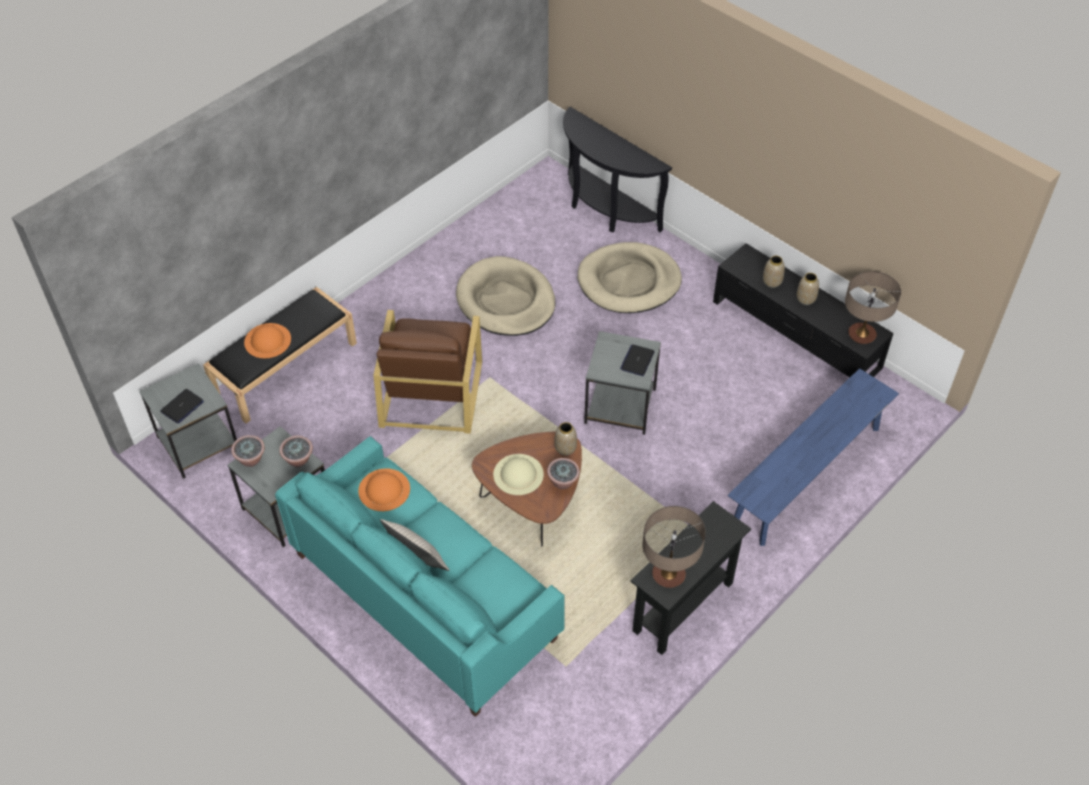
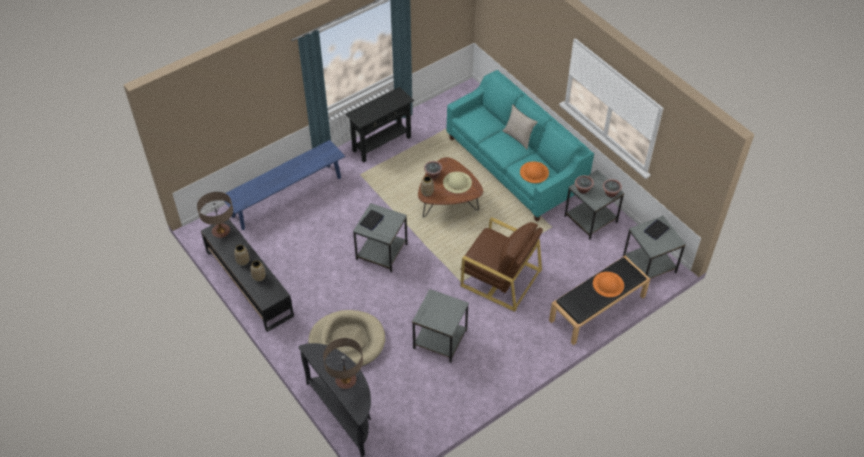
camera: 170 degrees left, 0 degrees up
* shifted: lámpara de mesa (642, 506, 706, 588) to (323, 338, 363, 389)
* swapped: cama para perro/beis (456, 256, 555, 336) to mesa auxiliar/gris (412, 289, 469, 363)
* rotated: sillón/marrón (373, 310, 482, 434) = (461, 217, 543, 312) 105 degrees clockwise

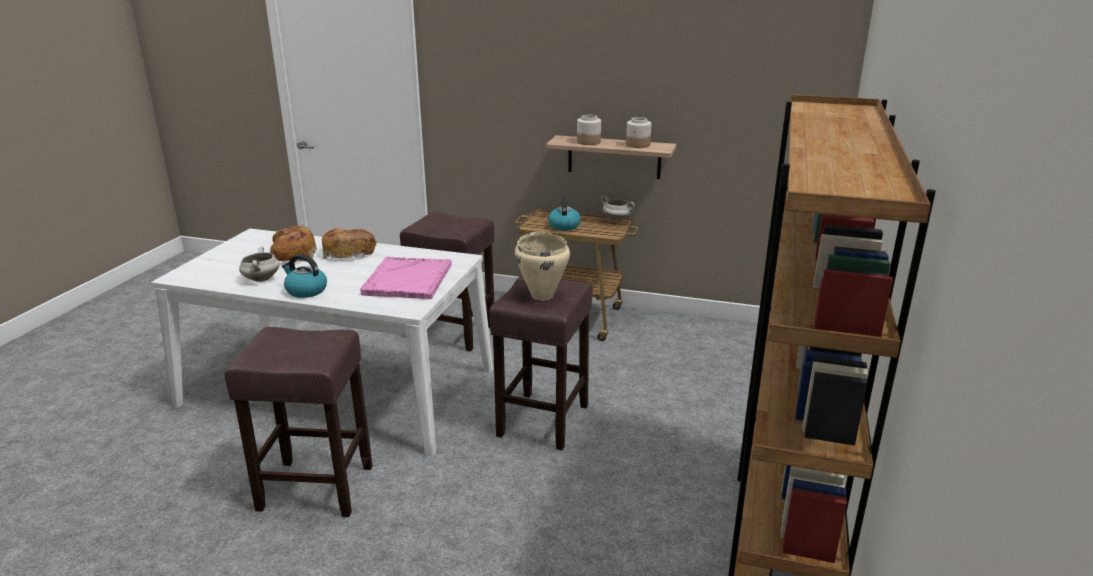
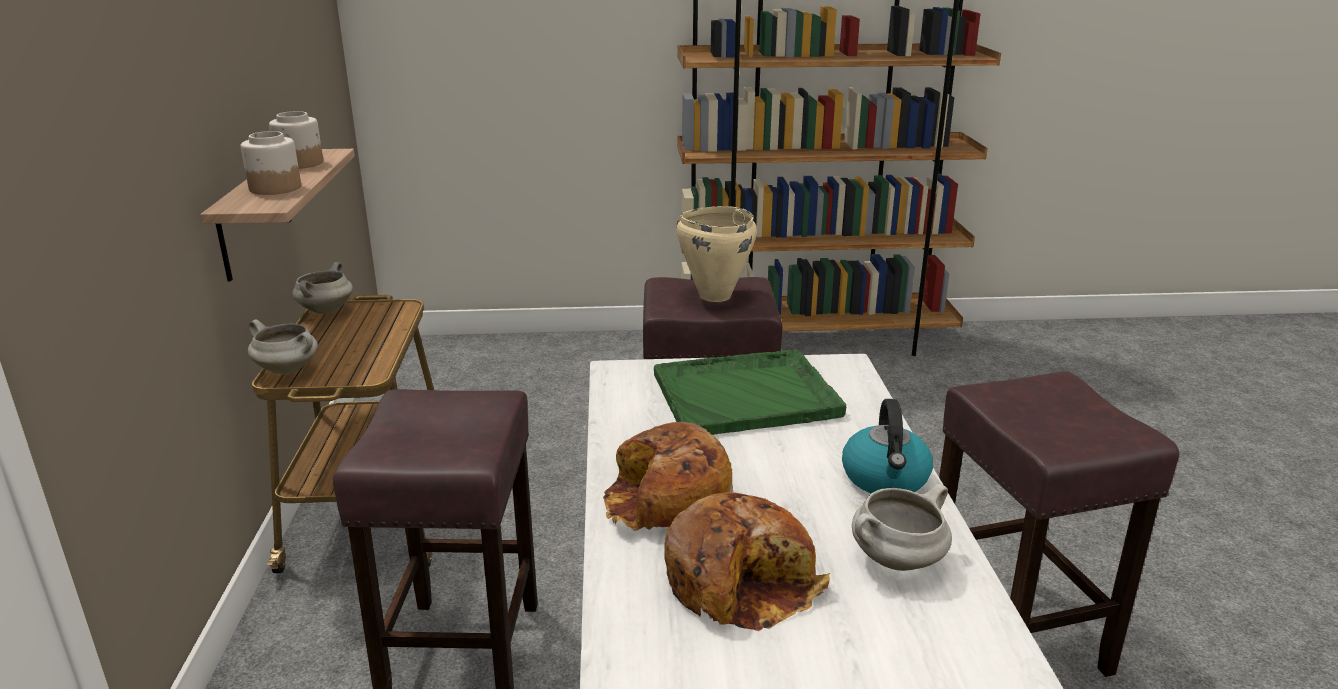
camera: 110 degrees left, 0 degrees up
* gone: hervidor (548, 196, 581, 231)
* new: olla/blanco (248, 319, 318, 374)
* repainted: bandeja/rosa (360, 257, 452, 299) to bandeja/verde (654, 349, 846, 435)

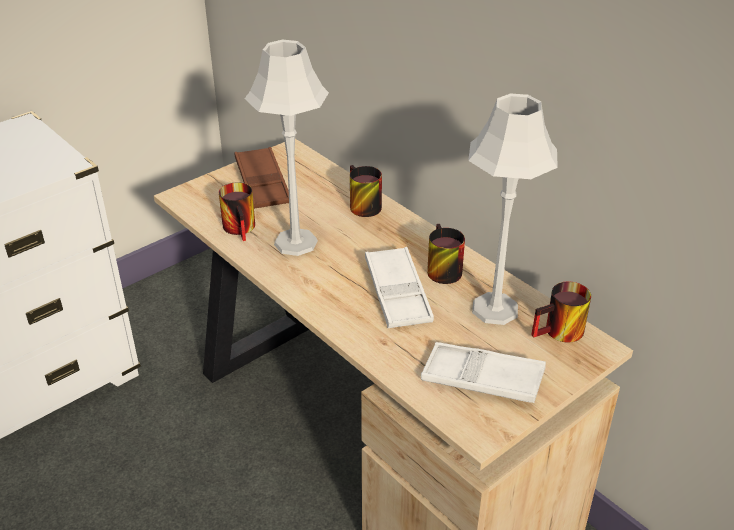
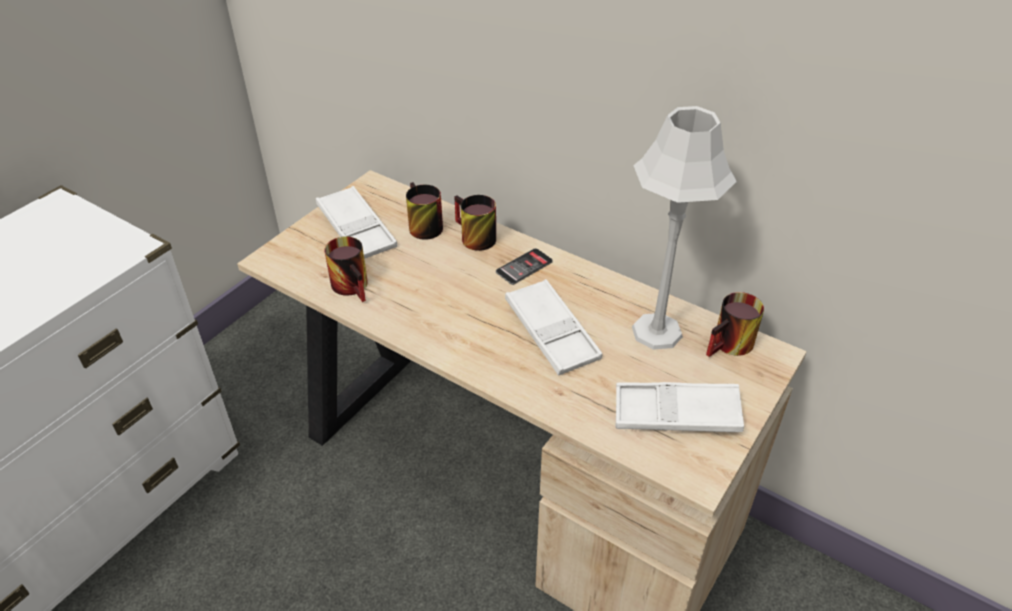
camera: 15 degrees left, 5 degrees up
* gone: lámpara de mesa/gris (245, 39, 329, 256)
* new: móvil (496, 248, 553, 285)
* shifted: taza grande (427, 224, 465, 284) to (406, 182, 443, 240)
* repainted: bandeja/marrón (235, 147, 289, 209) to bandeja/blanco (316, 186, 397, 259)

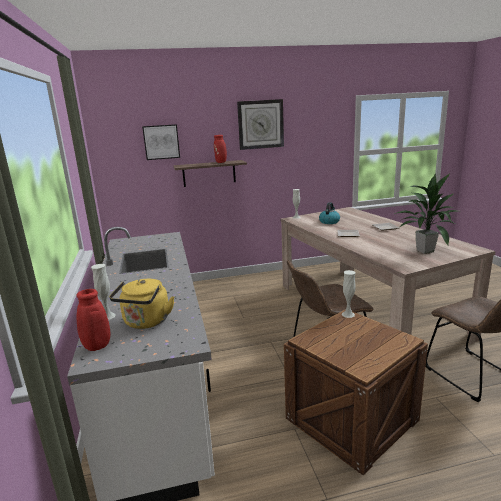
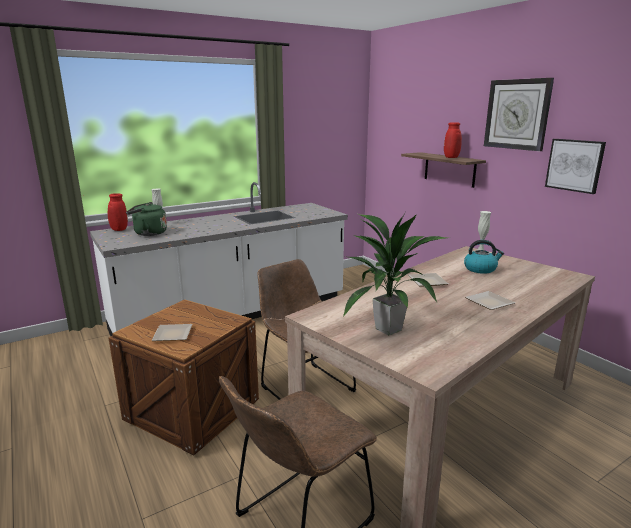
camera: 70 degrees right, 0 degrees up
* gone: florero/blanco (341, 270, 355, 318)
* new: plato (151, 324, 192, 341)
* shifted: cuadro (142, 124, 180, 160) to (545, 139, 606, 194)
* repainted: hervidor/amarillo (109, 279, 174, 329) to hervidor/verde (126, 202, 167, 236)

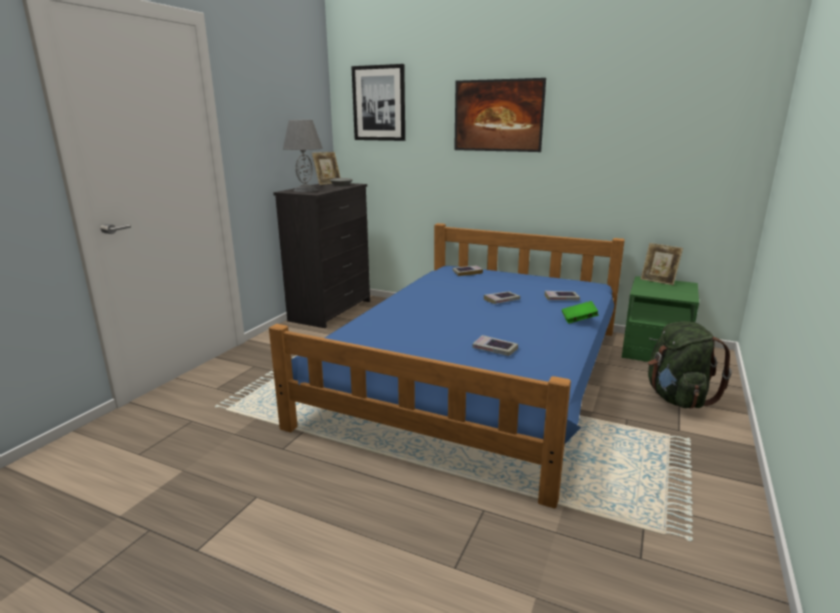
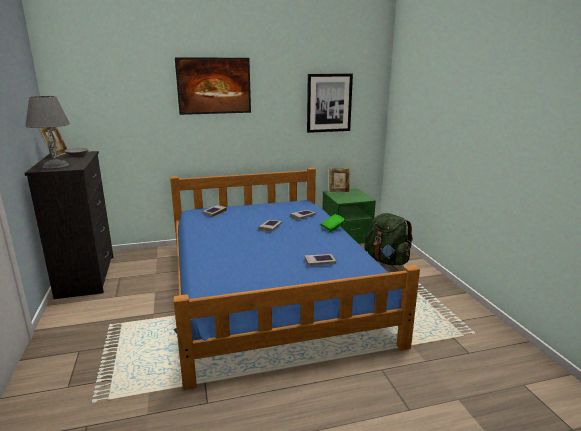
camera: 40 degrees left, 0 degrees up
* shifted: cuadro (351, 64, 405, 141) to (307, 74, 353, 133)

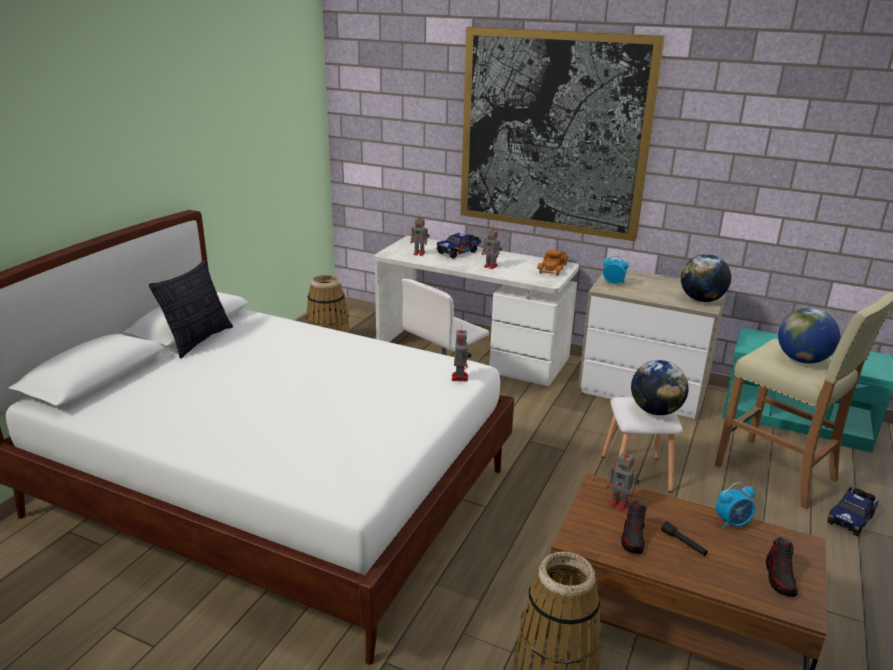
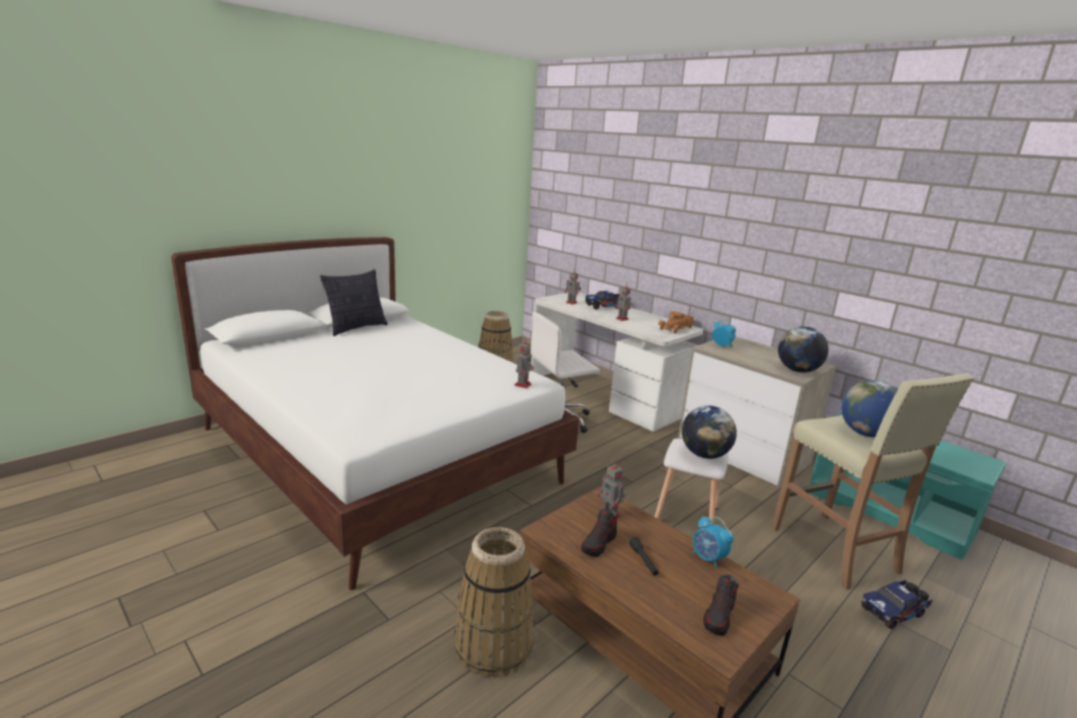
camera: 20 degrees right, 5 degrees down
* gone: cuadro (460, 27, 665, 241)
* rotated: despertador (716, 482, 755, 529) = (692, 516, 734, 568) 45 degrees clockwise

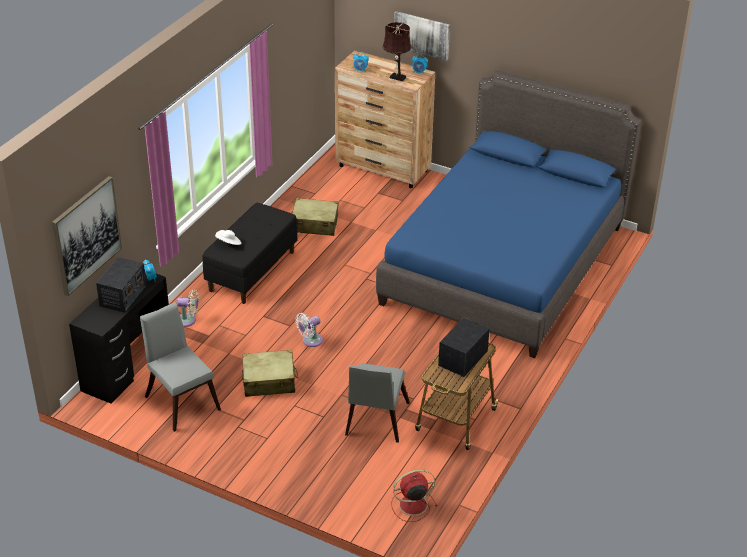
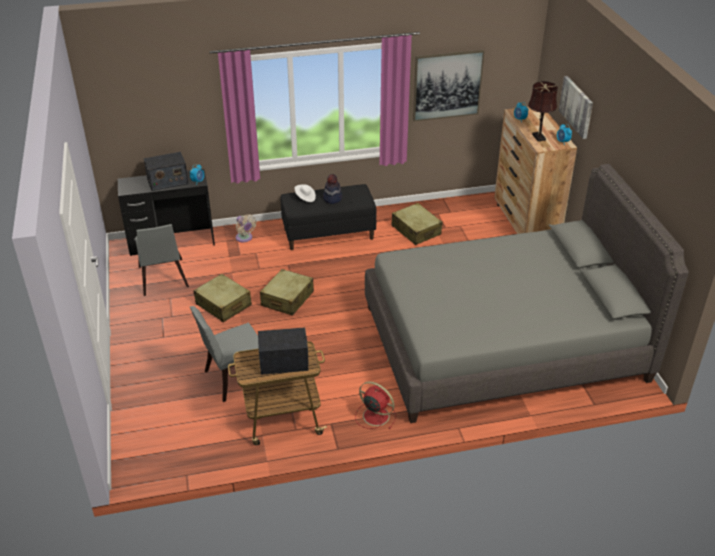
camera: 50 degrees right, 0 degrees up
* new: sombrero (323, 174, 342, 204)
* shifted: cuadro (52, 176, 122, 296) to (413, 50, 484, 121)
* shifted: ventilador/rojo (391, 469, 437, 522) to (355, 381, 396, 429)
* swapped: ventilador/blanco (295, 313, 323, 347) to maleta/beis (260, 269, 314, 315)
* repainted: cama/azul (376, 71, 641, 358) to cama/gris (365, 164, 689, 423)
* rotated: silla/gris (140, 302, 221, 432) = (135, 224, 189, 296) 150 degrees clockwise

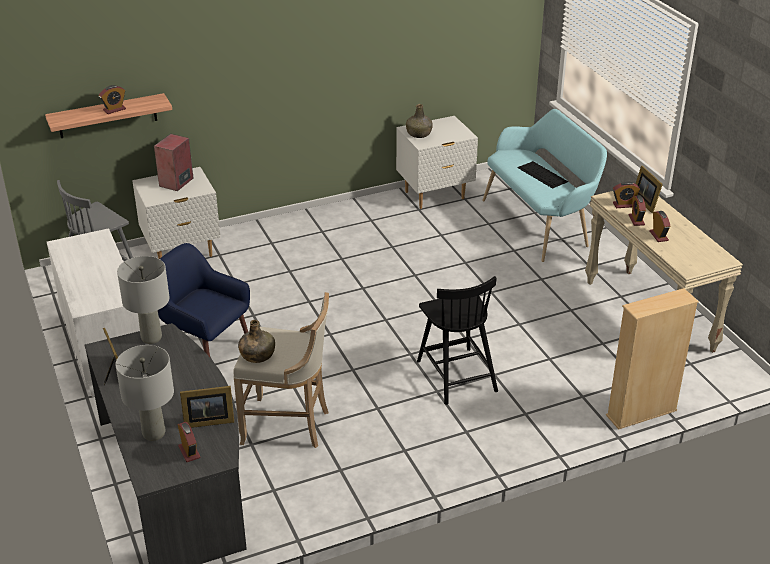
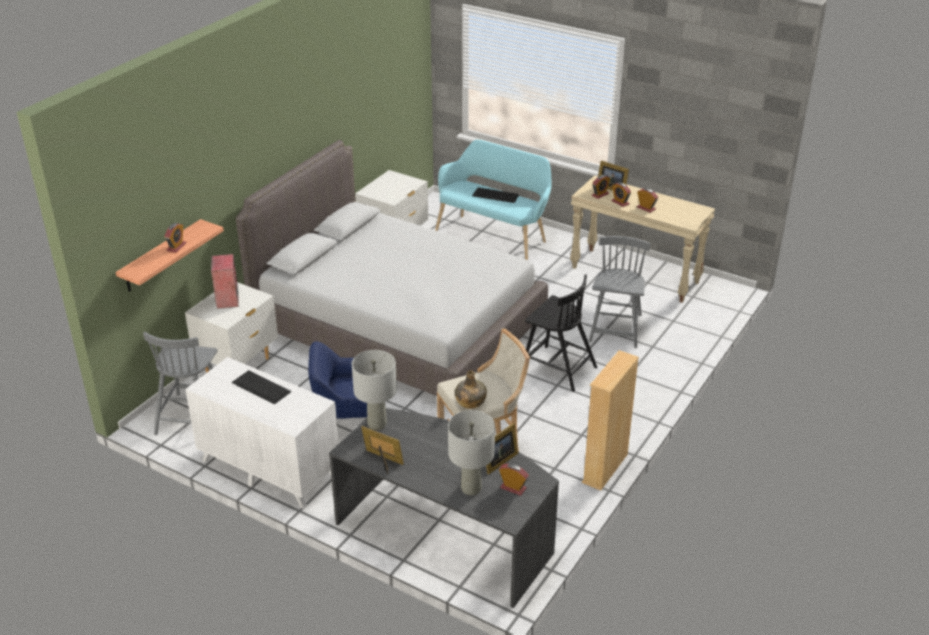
camera: 35 degrees left, 0 degrees up
* gone: botella/verde (406, 104, 433, 138)
* new: teclado (231, 370, 292, 405)
* new: cama/gris (236, 140, 548, 396)
* new: silla/gris (589, 236, 650, 348)
* shifted: estantería/beis (606, 288, 699, 430) to (582, 350, 639, 490)

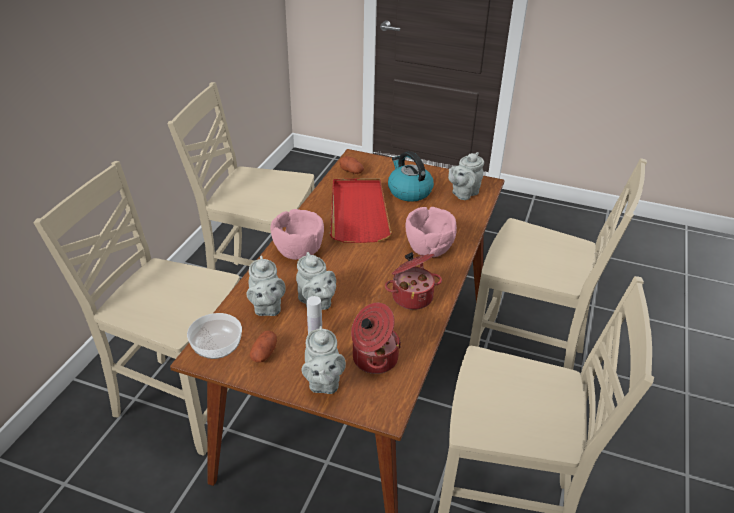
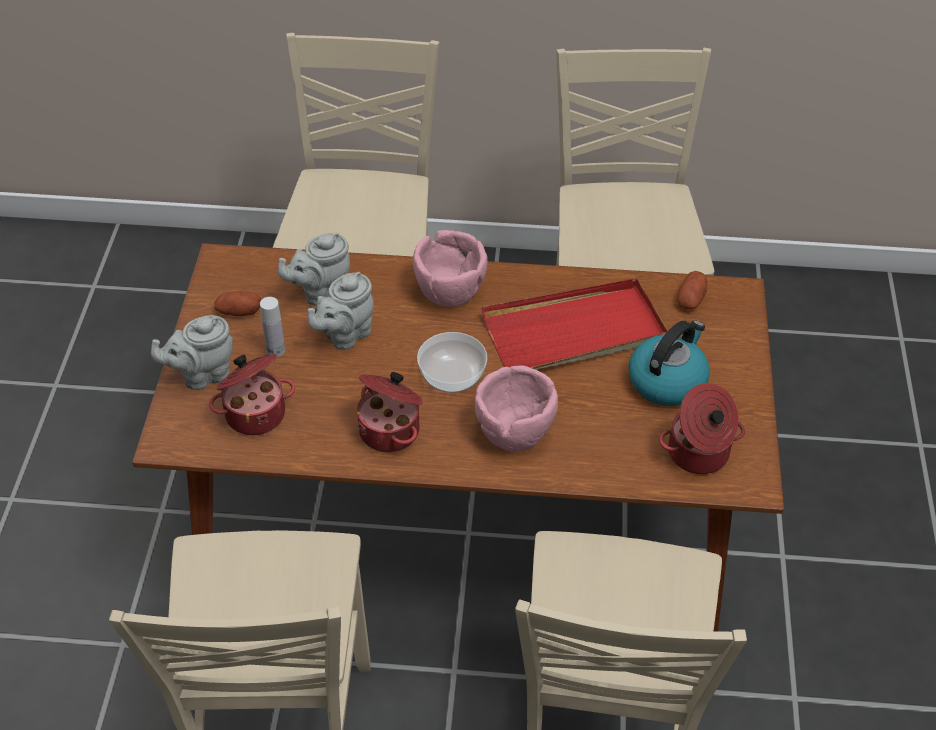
camera: 75 degrees right, 10 degrees up
* shifted: cuenco (187, 313, 242, 359) to (417, 332, 487, 393)
* swapped: tetera/gris (448, 152, 484, 200) to olla (659, 383, 745, 474)

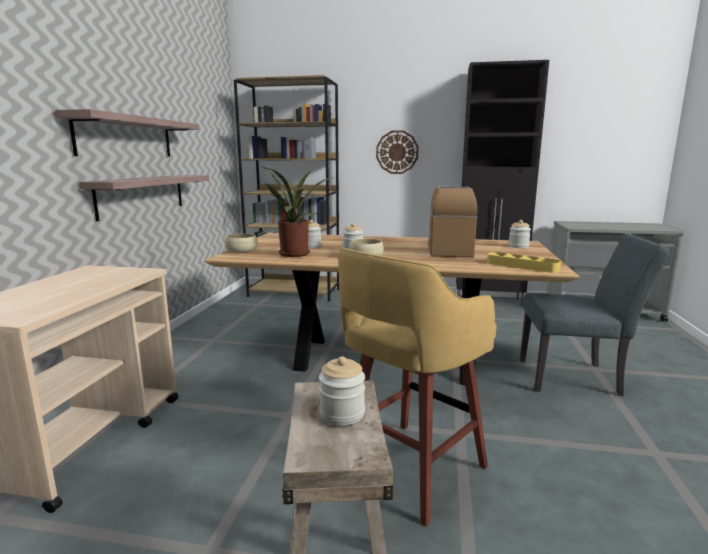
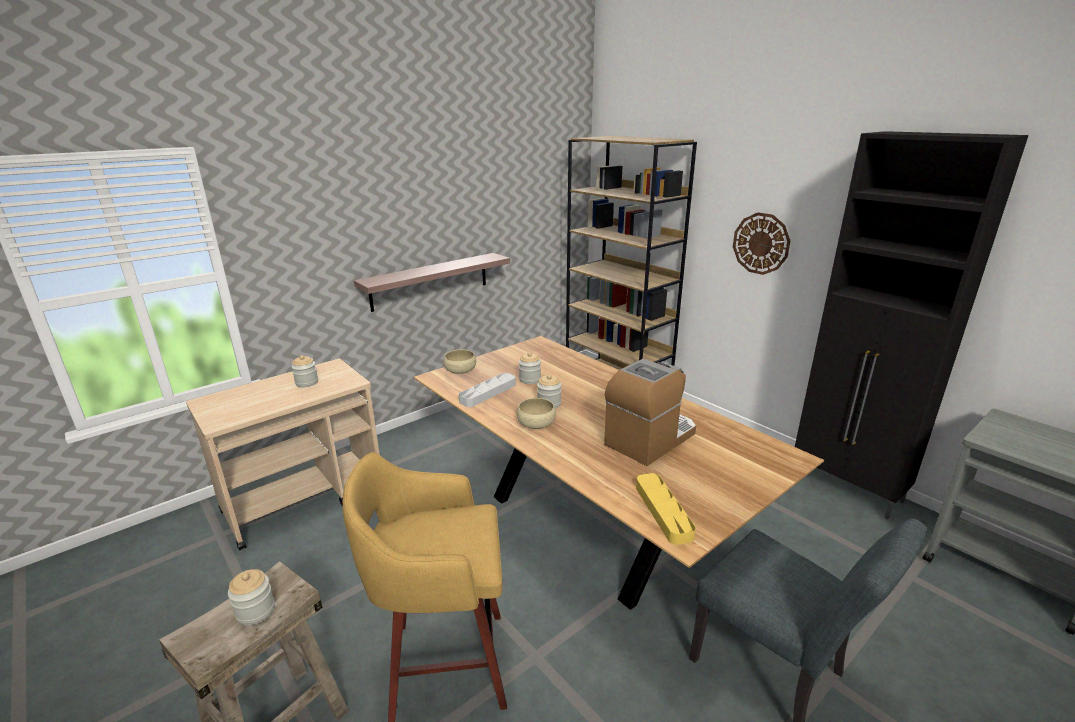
camera: 40 degrees right, 10 degrees up
* gone: estante (55, 109, 199, 157)
* shifted: tarro (508, 220, 531, 248) to (291, 355, 318, 387)
* swapped: planta en maceta (254, 167, 332, 257) to bandeja/gris (459, 373, 516, 407)

